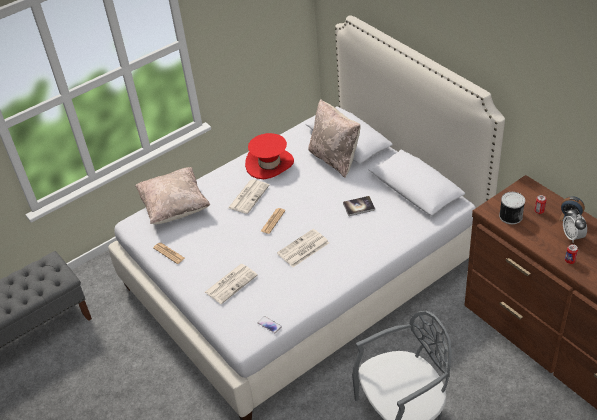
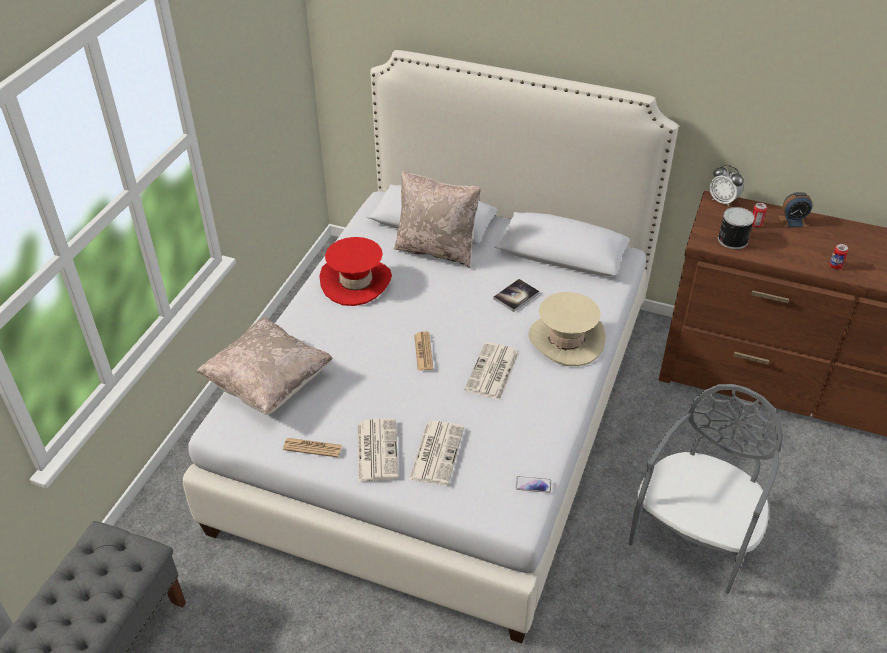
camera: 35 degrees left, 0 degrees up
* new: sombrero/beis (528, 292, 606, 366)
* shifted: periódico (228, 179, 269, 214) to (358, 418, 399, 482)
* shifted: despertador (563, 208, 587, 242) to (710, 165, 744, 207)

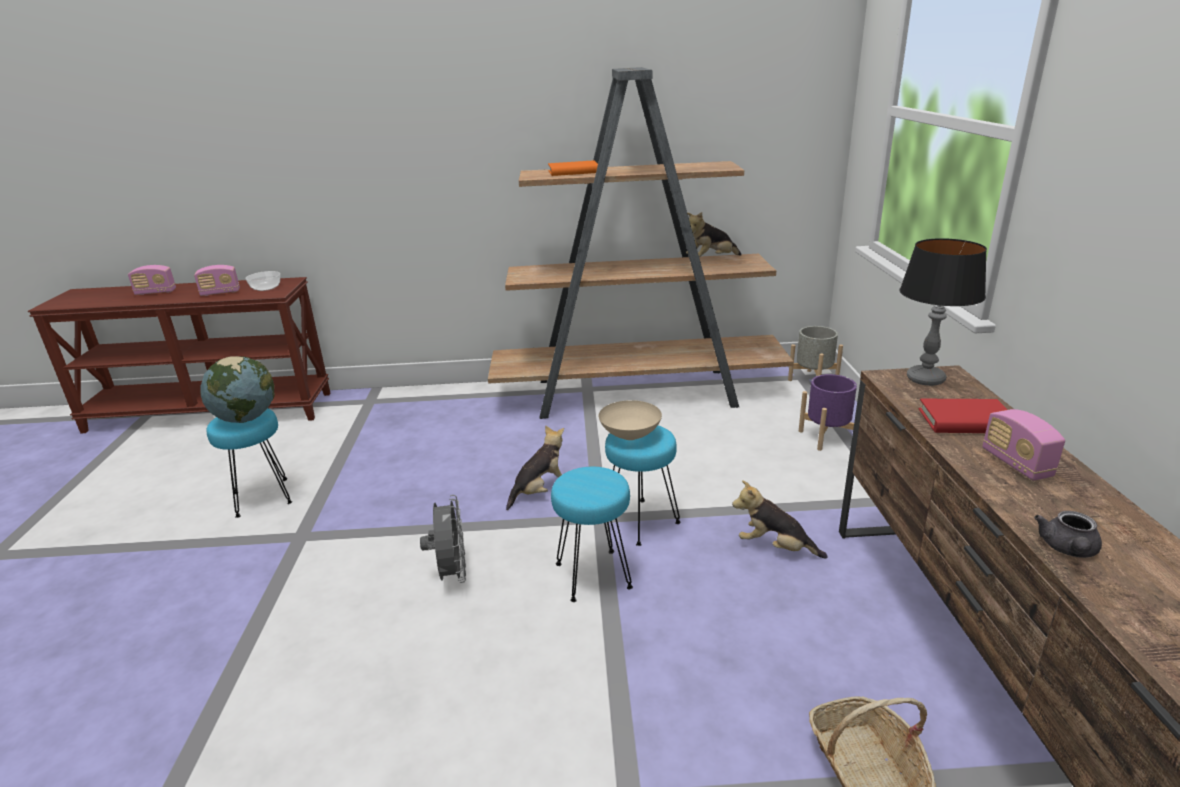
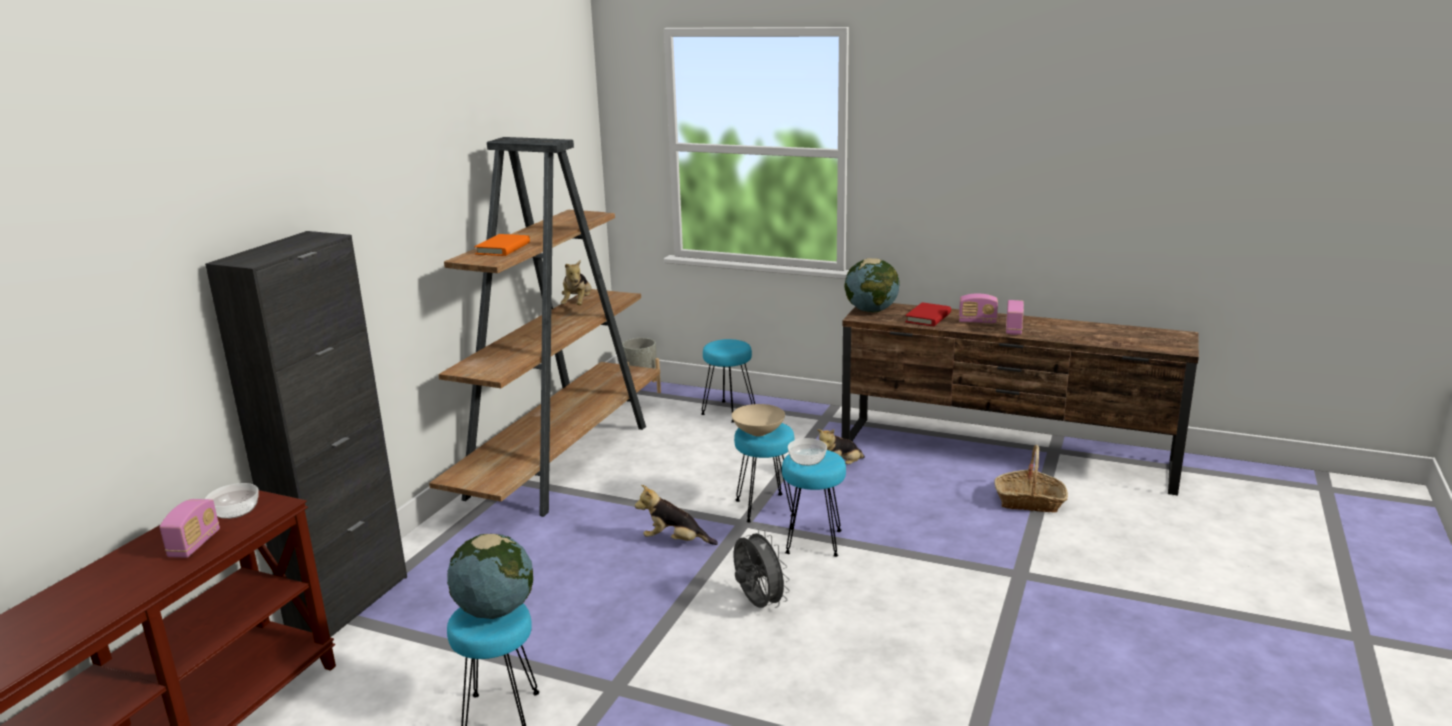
camera: 65 degrees left, 5 degrees down
* gone: tetera/gris (1034, 511, 1102, 558)
* new: armario/negro (205, 231, 407, 637)
* new: cuenco (788, 438, 827, 466)
* shifted: radio (128, 265, 176, 295) to (1006, 300, 1024, 335)
* swapped: maceta/morado (799, 374, 857, 451) to taburete/turquesa (701, 339, 755, 423)
* swapped: lámpara de mesa (899, 238, 987, 386) to globo terráqueo (844, 258, 900, 313)
* rotated: ventilador/gris (420, 495, 466, 583) = (733, 528, 790, 608) 45 degrees clockwise
* rotated: peluche (506, 425, 564, 510) = (635, 485, 718, 545) 60 degrees counterclockwise

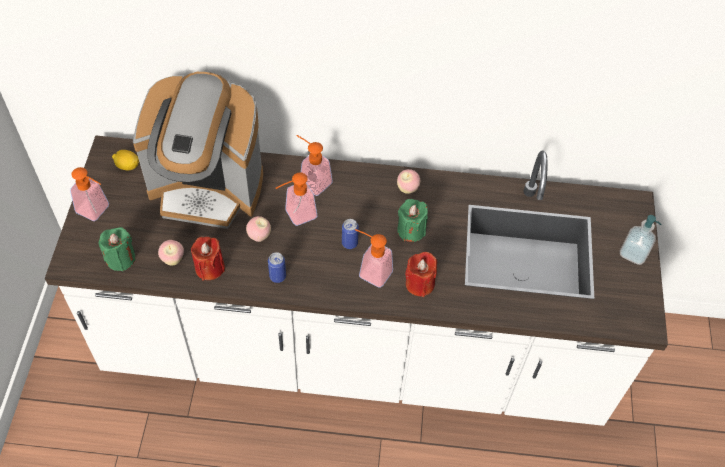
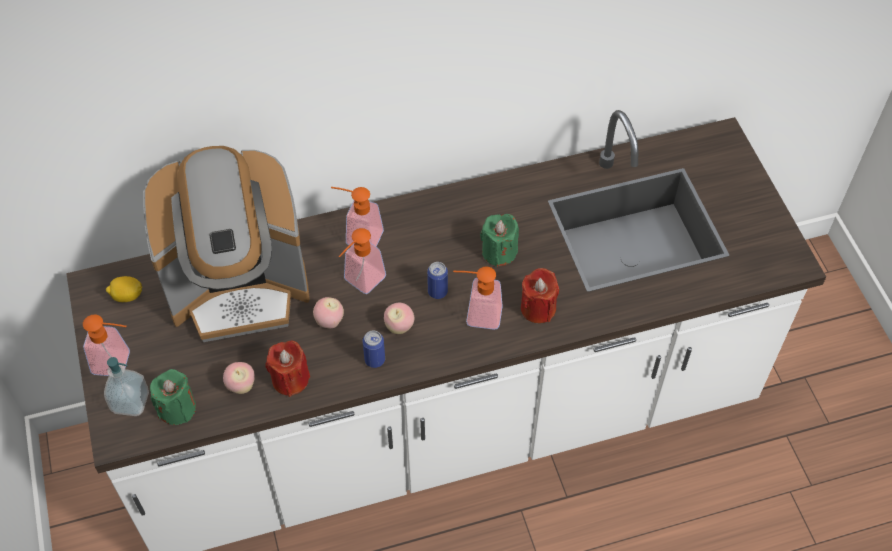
camera: 20 degrees left, 0 degrees up
* shifted: manzana (397, 169, 420, 194) to (384, 303, 414, 334)
* shifted: dispensador de jabón (620, 215, 661, 265) to (104, 357, 149, 416)

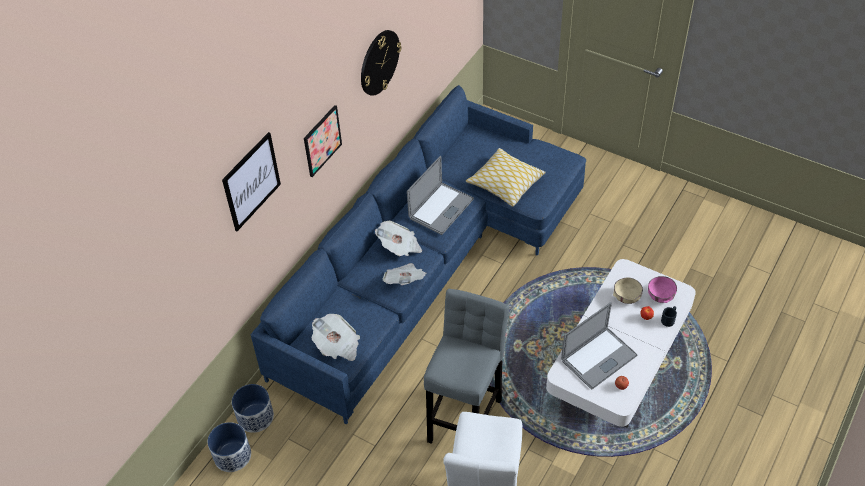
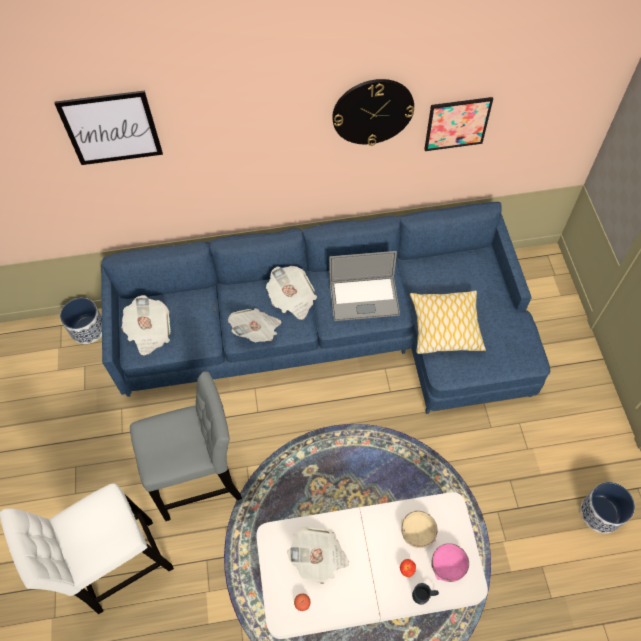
camera: 50 degrees right, 10 degrees up
* shifted: maceta (208, 422, 251, 472) to (580, 482, 635, 533)
* shifted: cuadro (304, 105, 342, 177) to (424, 97, 493, 151)
* swapped: portátil (561, 302, 638, 389) to periódico (287, 527, 349, 584)

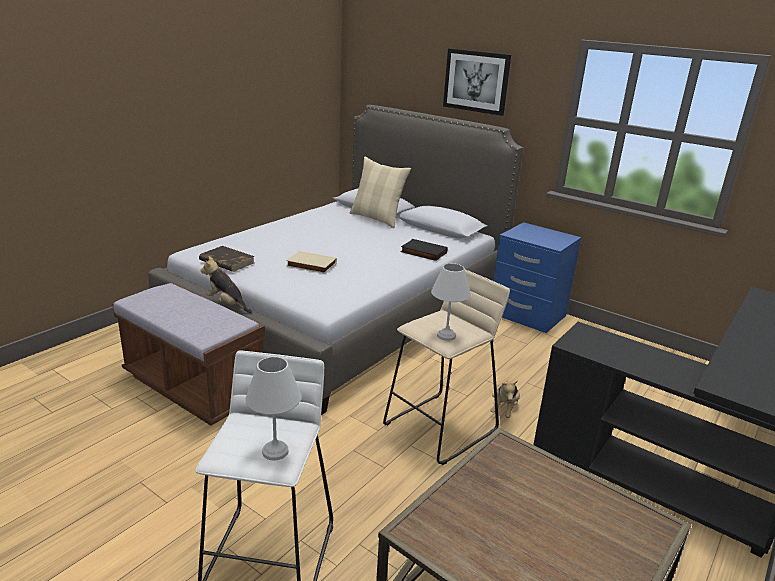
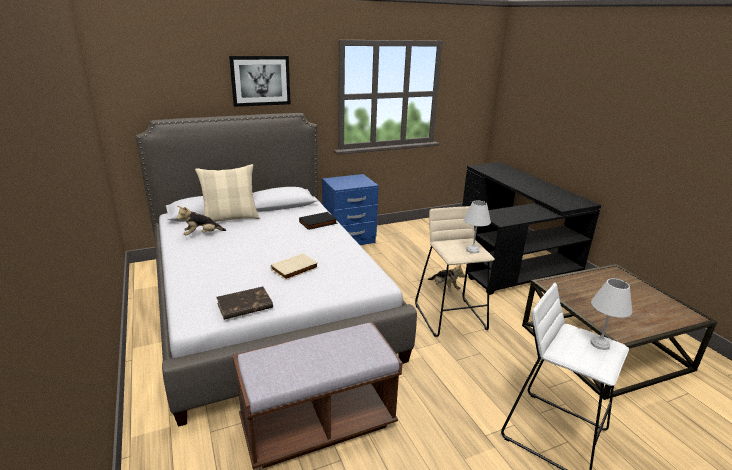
camera: 60 degrees left, 0 degrees up
* shifted: peluche (200, 256, 252, 313) to (176, 206, 226, 235)

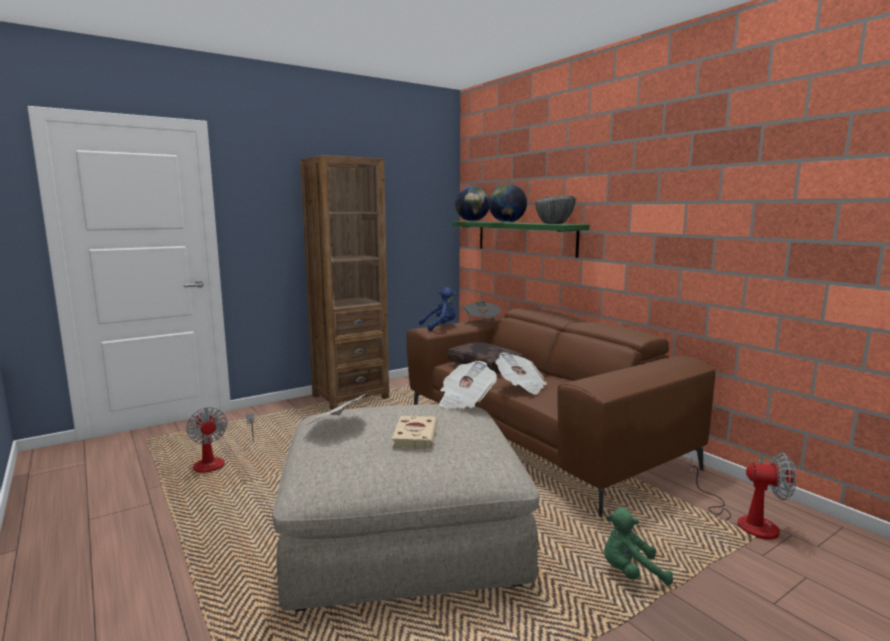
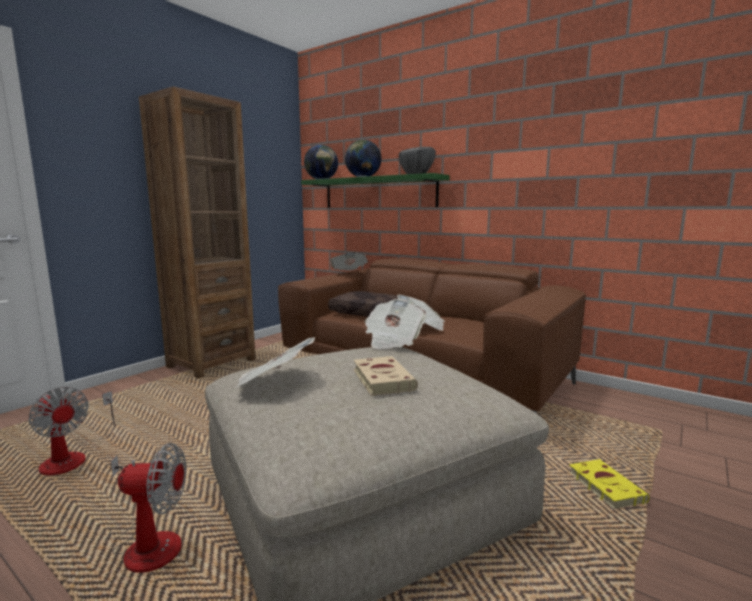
camera: 20 degrees left, 0 degrees up
* gone: peluche/azul (419, 287, 456, 331)
* shifted: ventilador (690, 452, 796, 540) to (109, 443, 186, 573)
* swapped: peluche/verde (604, 507, 673, 585) to libro/amarillo (569, 459, 649, 509)

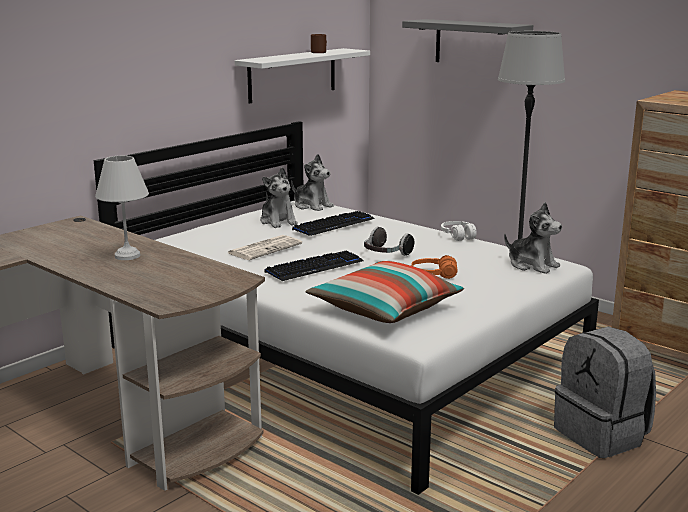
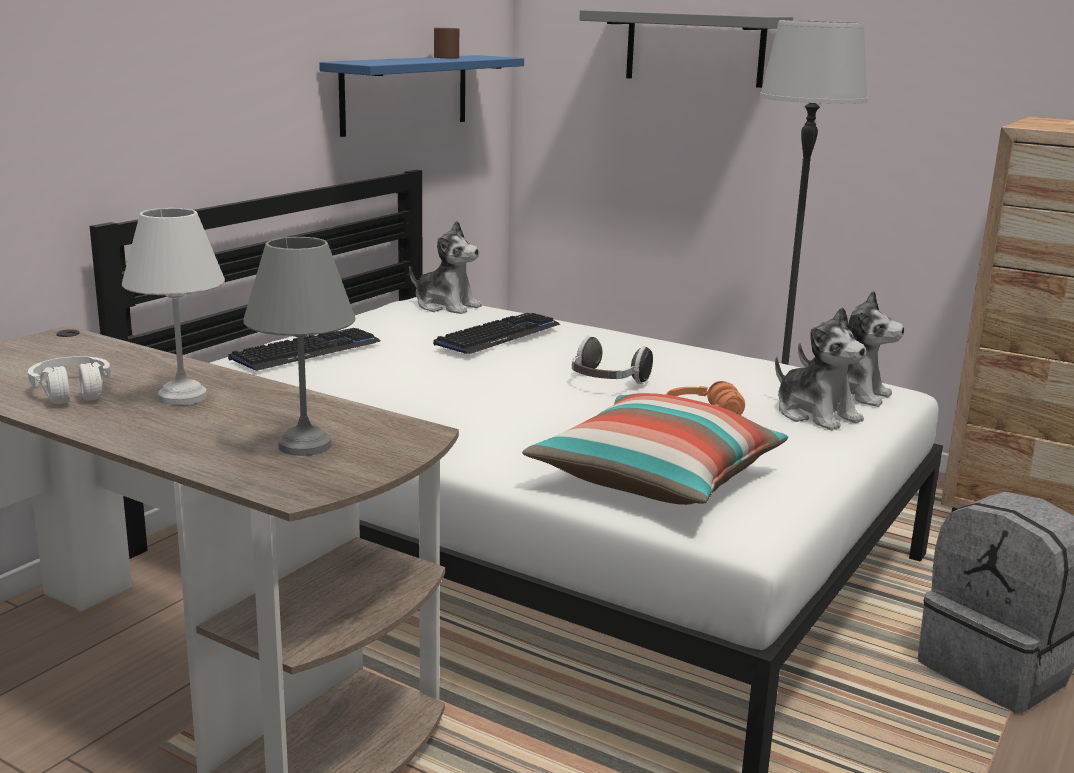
camera: 10 degrees left, 0 degrees up
* gone: periódico (228, 235, 302, 260)
* new: lámpara de mesa/gris (243, 237, 355, 456)
* shifted: peluche (260, 167, 298, 228) to (775, 307, 867, 431)
* shifted: teclado (264, 251, 364, 281) to (228, 328, 381, 371)
* shifted: auriculares/blanco (441, 221, 477, 241) to (28, 356, 111, 404)
* repainted: estante/blanco (235, 48, 370, 104) to estante/azul (319, 55, 524, 137)

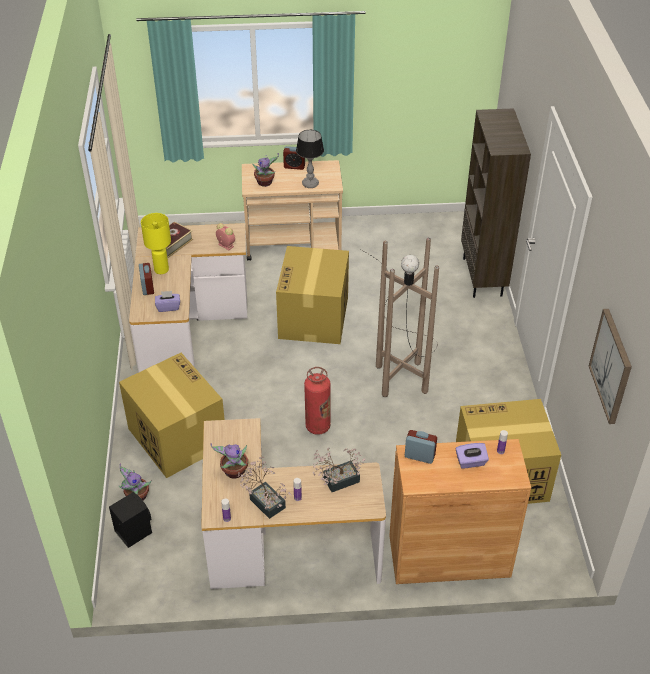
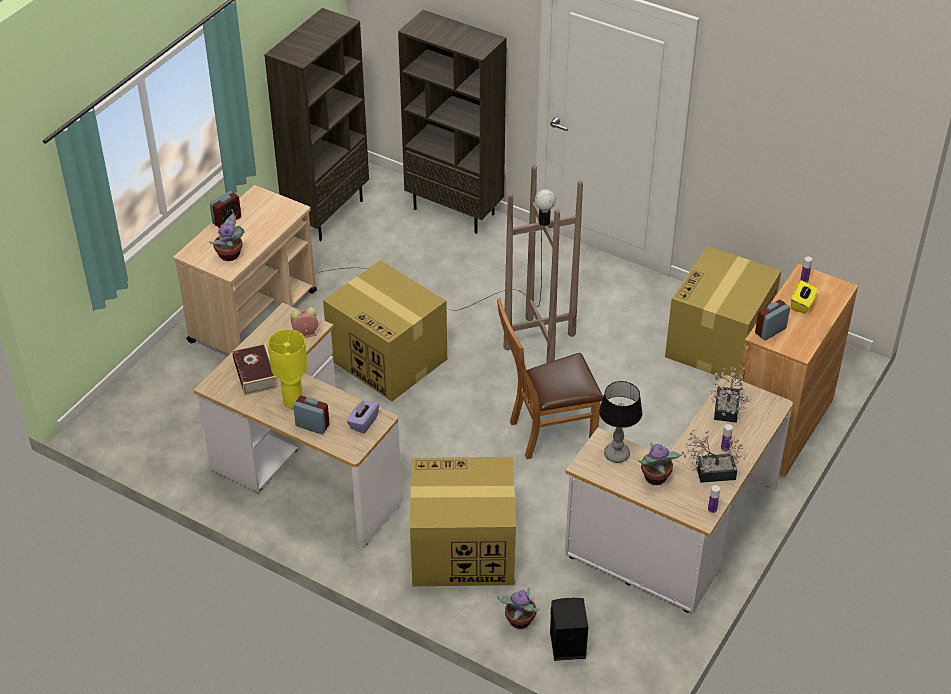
camera: 55 degrees left, 0 degrees up
* gone: cuadro (589, 309, 632, 424)
* new: estantería/marrón (265, 8, 369, 241)
* shifted: lámpara de mesa (296, 130, 324, 188) to (599, 381, 643, 463)
* swapped: extintor (304, 367, 331, 435) to silla/marrón (497, 298, 603, 459)
* repainted: caja de pañuelos/morado (456, 443, 489, 469) to caja de pañuelos/amarillo (791, 280, 818, 314)

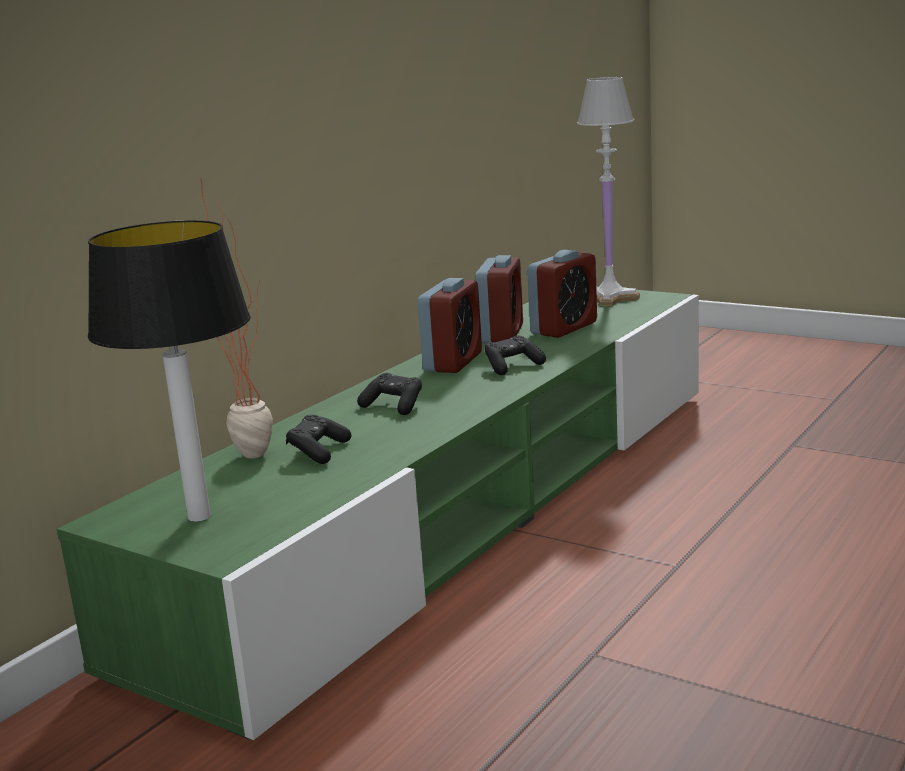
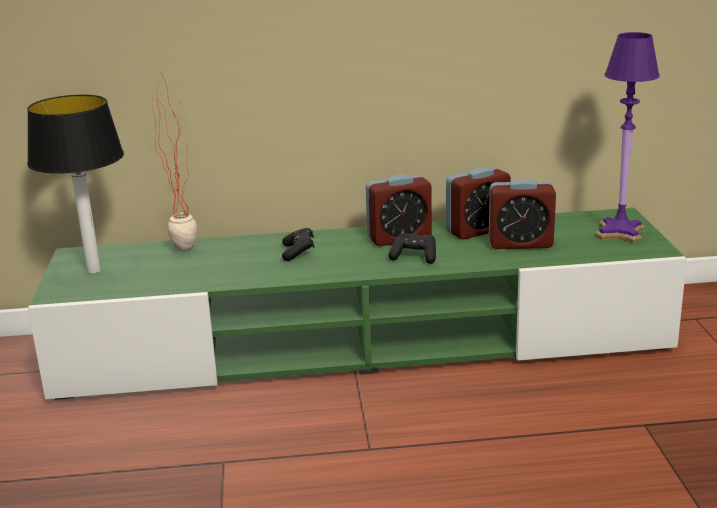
camera: 50 degrees right, 5 degrees up
* gone: mando de consola/negro (286, 415, 351, 464)
* repainted: lámpara de mesa/blanco (577, 77, 640, 306) to lámpara de mesa/morado (595, 32, 660, 243)

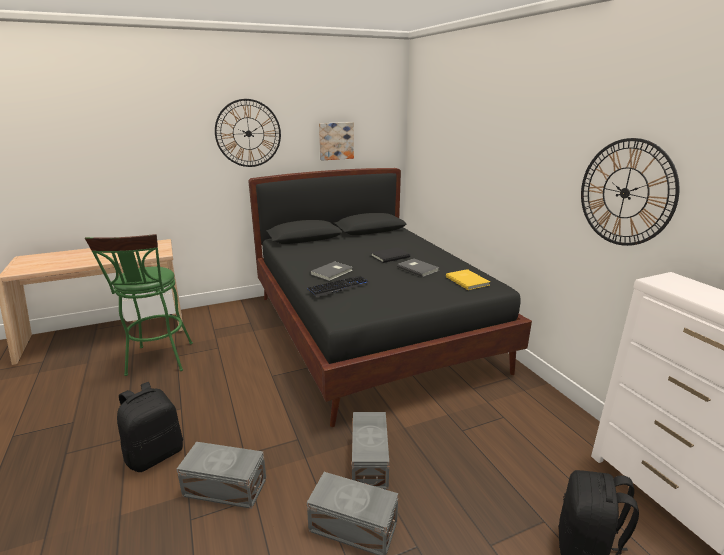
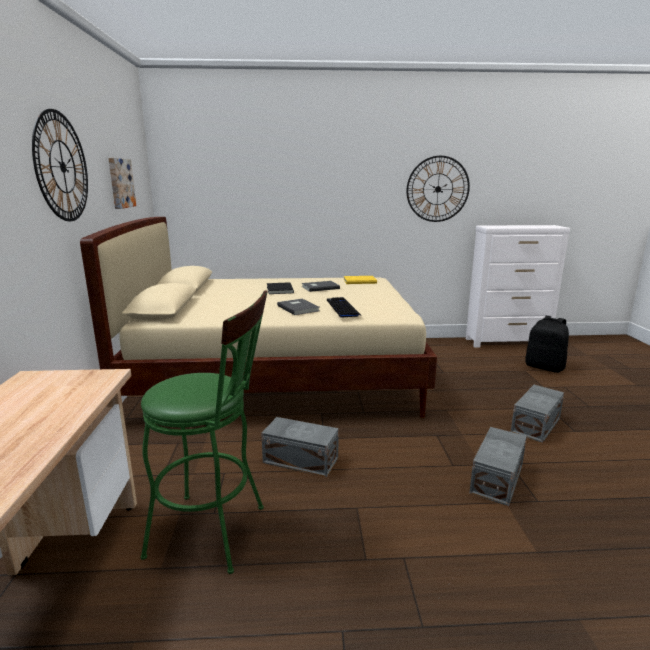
camera: 70 degrees left, 5 degrees down
* gone: mochila/negro (117, 382, 183, 472)
* shifted: caja de almacenaje/gris (351, 412, 389, 489) to (261, 417, 339, 477)
* repainted: cama/negro (249, 168, 532, 427) to cama/beis (80, 217, 437, 418)

